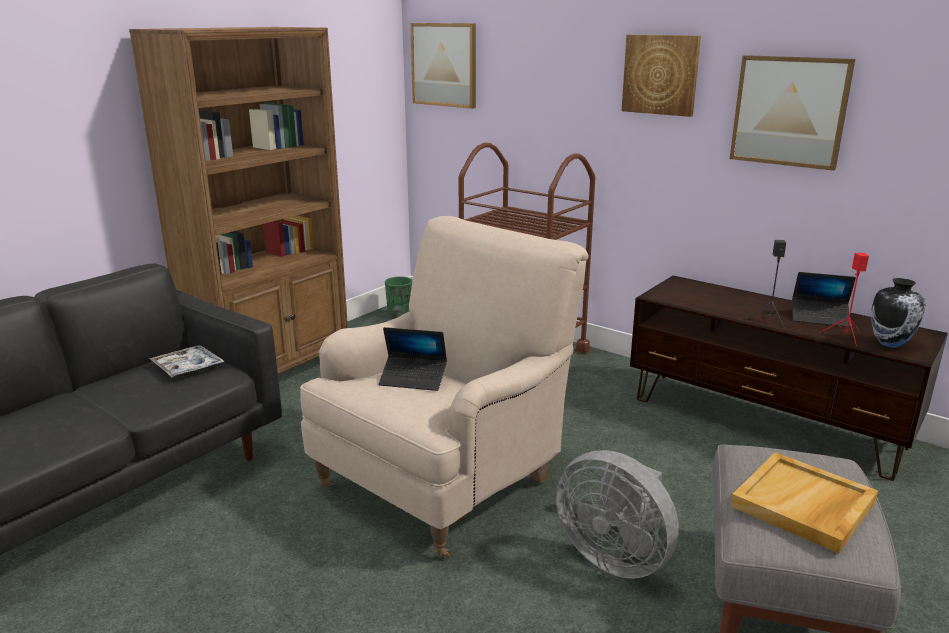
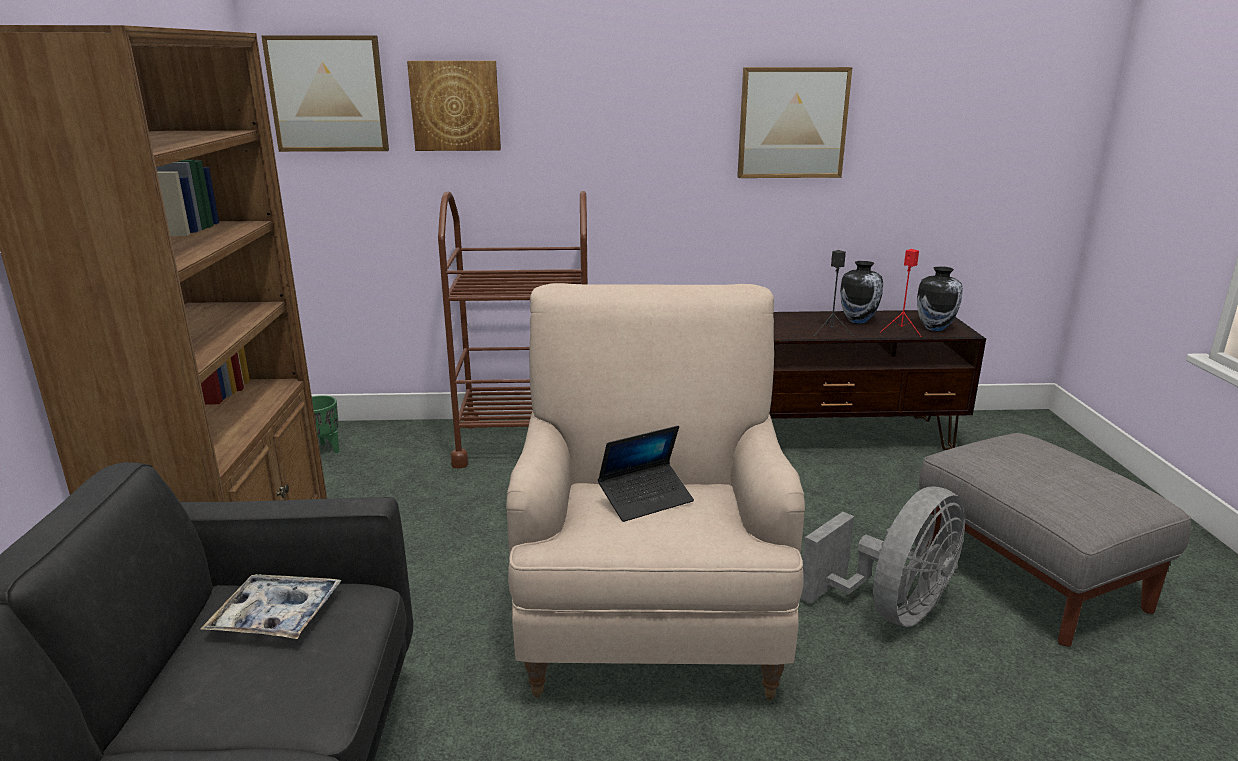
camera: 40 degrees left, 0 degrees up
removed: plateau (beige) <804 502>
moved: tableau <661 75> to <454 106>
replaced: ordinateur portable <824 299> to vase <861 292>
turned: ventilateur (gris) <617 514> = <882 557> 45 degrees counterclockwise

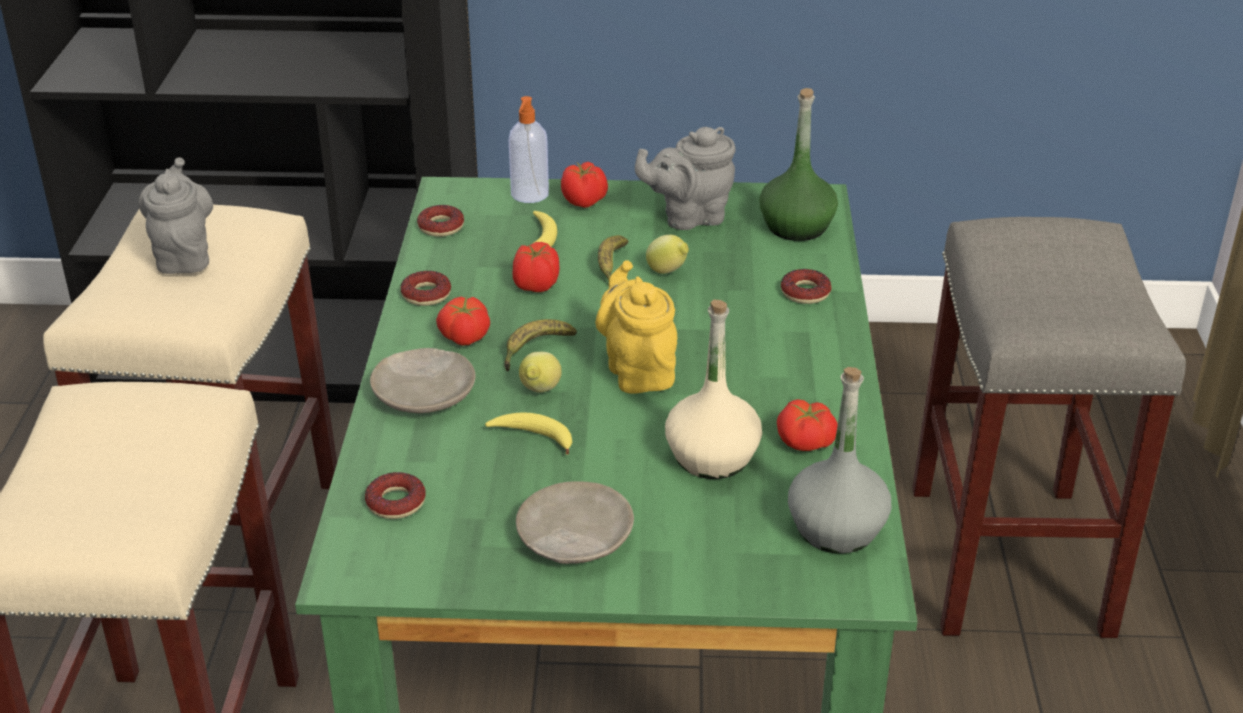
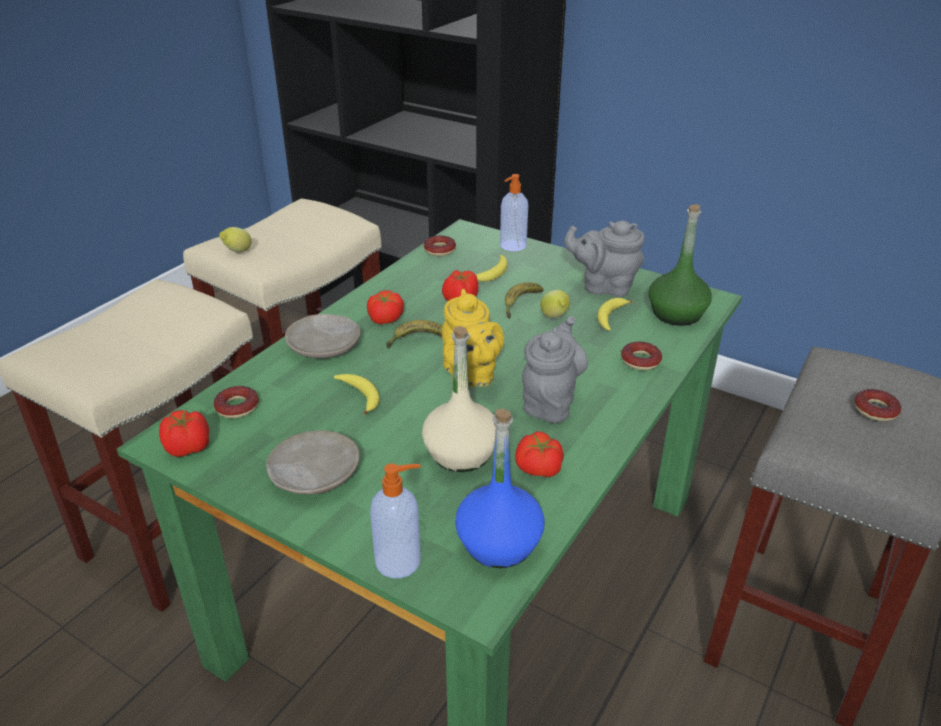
camera: 30 degrees right, 0 degrees up
added: distributeur de savon <395 521>; banane <615 314>
moved: tomate <584 185> to <184 433>; citron <540 372> to <235 239>; théière (gris) <175 215> to <555 369>; beignet <426 288> to <877 405>
recoloured: bouteille (gris) <839 460> to bouteille (bleu) <500 488>
turned: théière (jaune) <636 327> = <473 338> 150 degrees clockwise

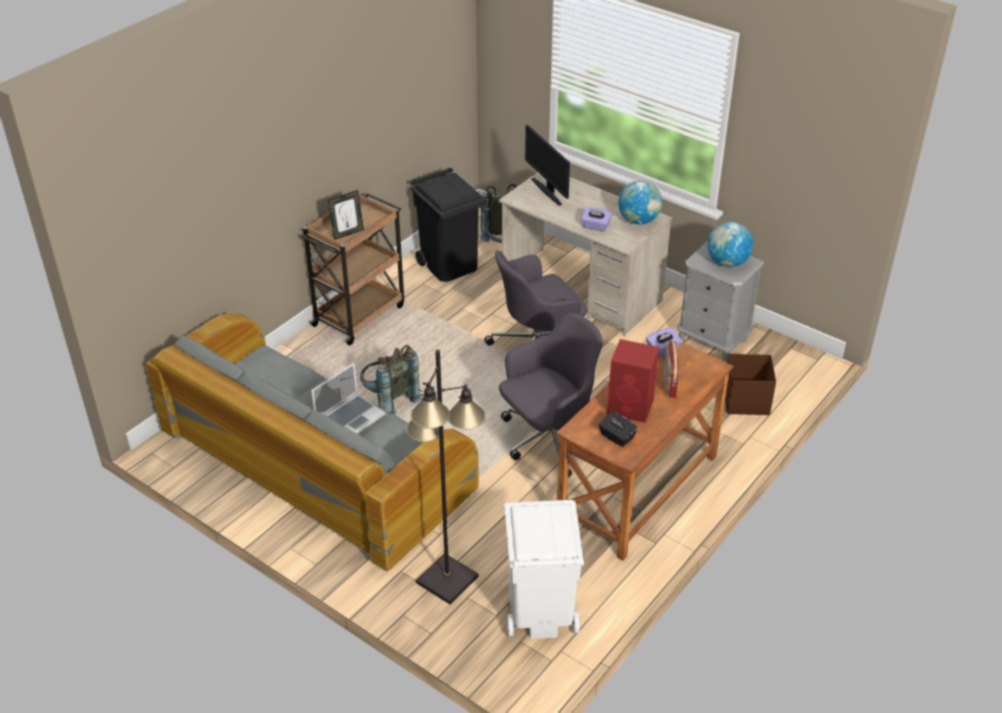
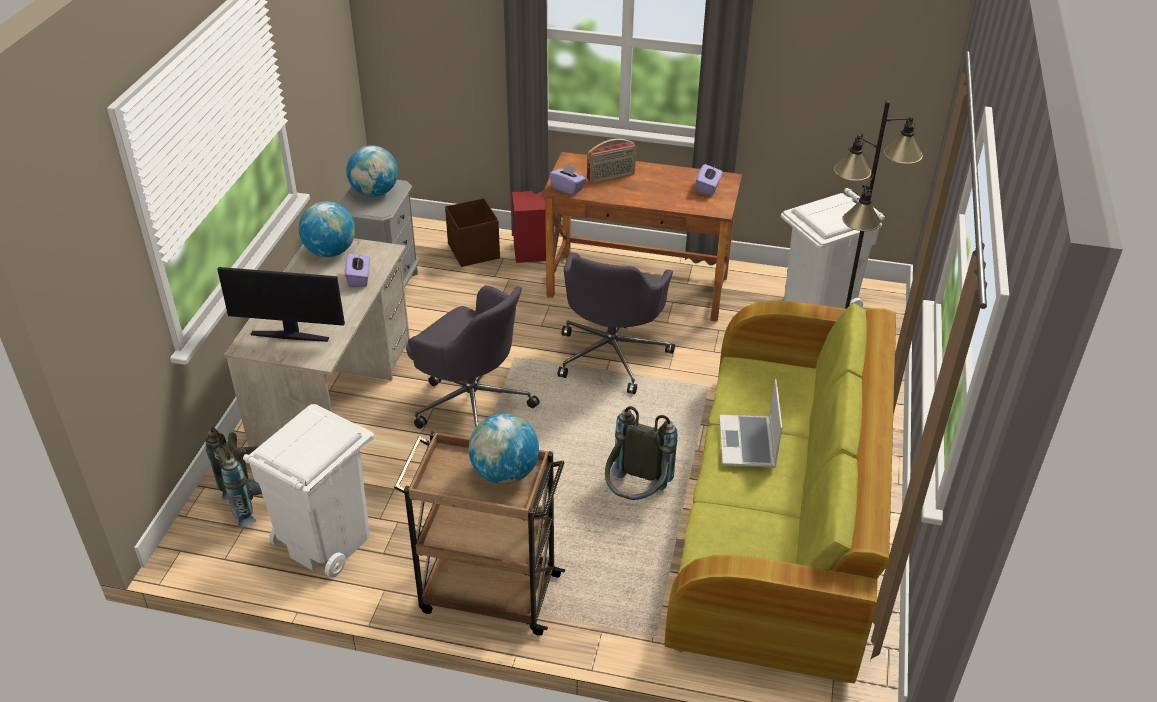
camera: 115 degrees left, 0 degrees up
moved: enceinte (rouge) <633 381> to <529 227>
replaced: cadre photo <346 215> to globe <504 449>
recoloured: poubelle (noir) <449 225> to poubelle (blanc) <308 491>; canapé (gris) <312 442> to canapé (vert) <780 491>; boîte à mouchoirs (noir) <617 429> to boîte à mouchoirs (violet) <709 180>
turned: écran d'ordinateur <547 165> = <281 304> 60 degrees clockwise; chaise de bureau (gris) <551 395> = <616 323> 105 degrees counterclockwise; ordinateur portable <348 398> = <750 423> 105 degrees counterclockwise

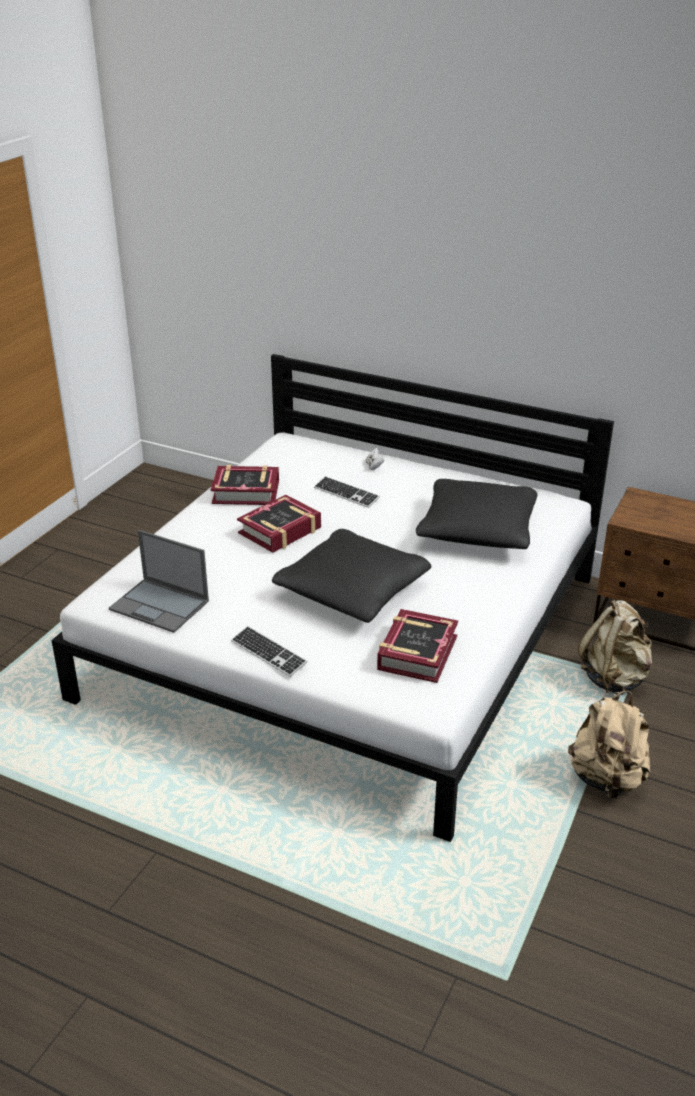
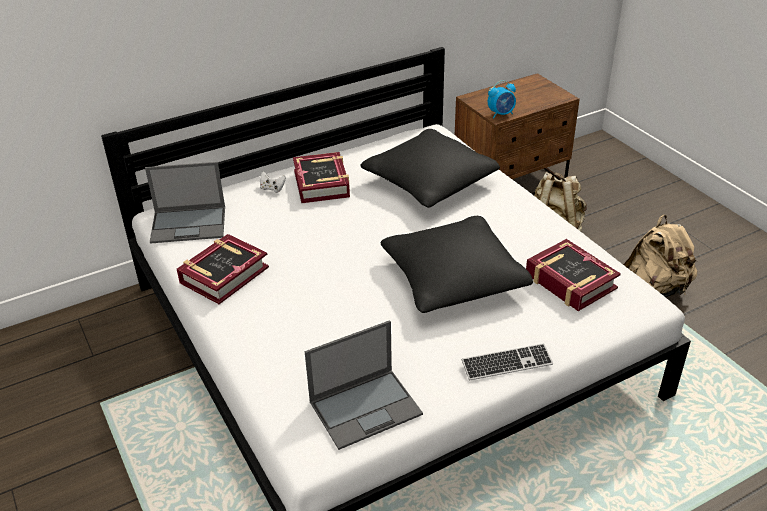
camera: 55 degrees left, 5 degrees up
removed: clavier <347 492>
added: ordinateur portable <185 203>; réveil <502 99>
moved: livre <279 524> to <321 178>

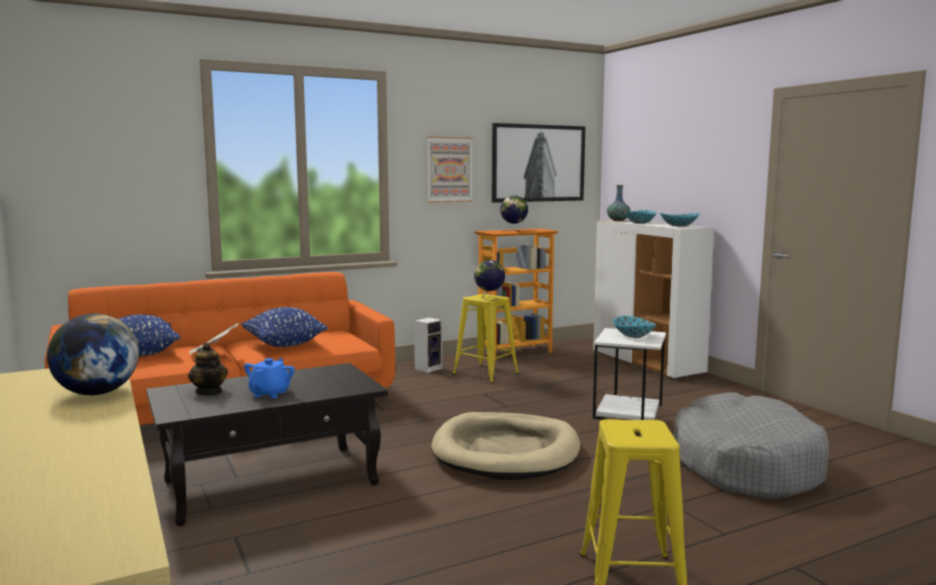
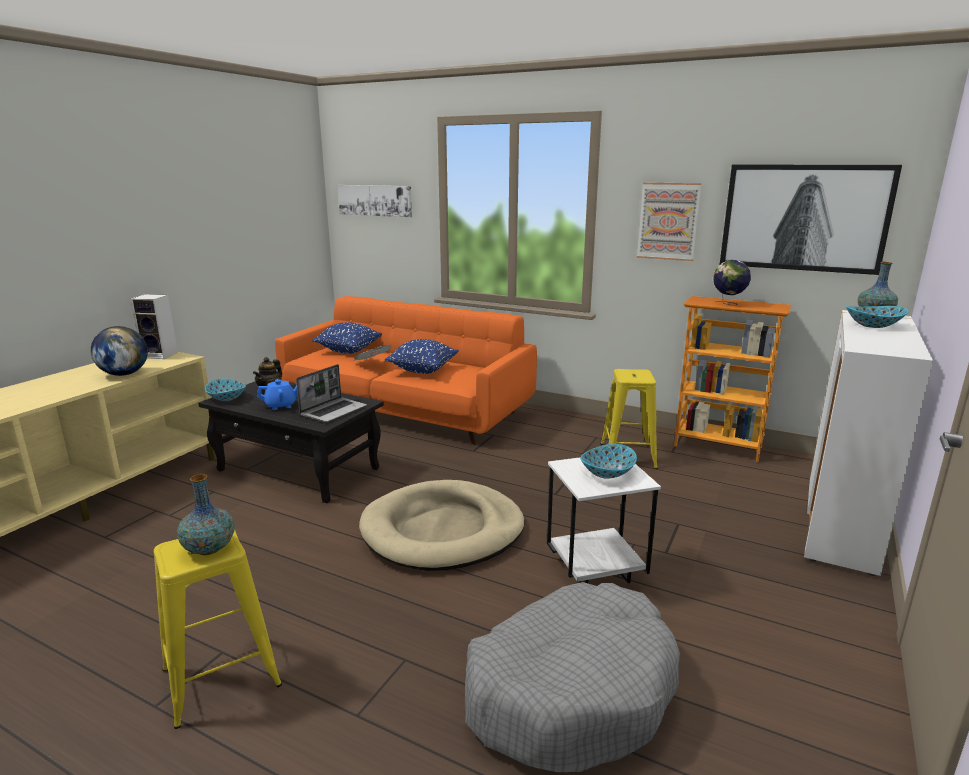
camera: 55 degrees right, 10 degrees up
removed: globe <489 280>
added: vase <206 514>; ordinateur portable <331 393>; tableau <375 201>
moved: enceinte <428 345> to <154 326>; bol <680 219> to <225 390>

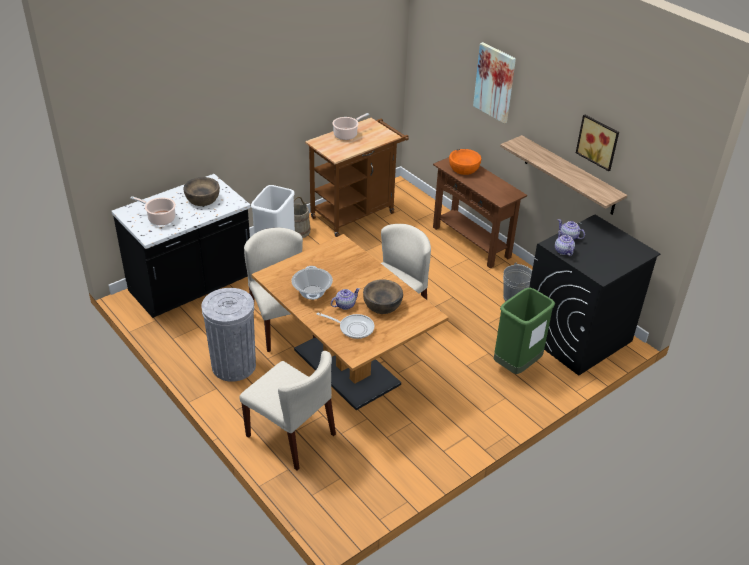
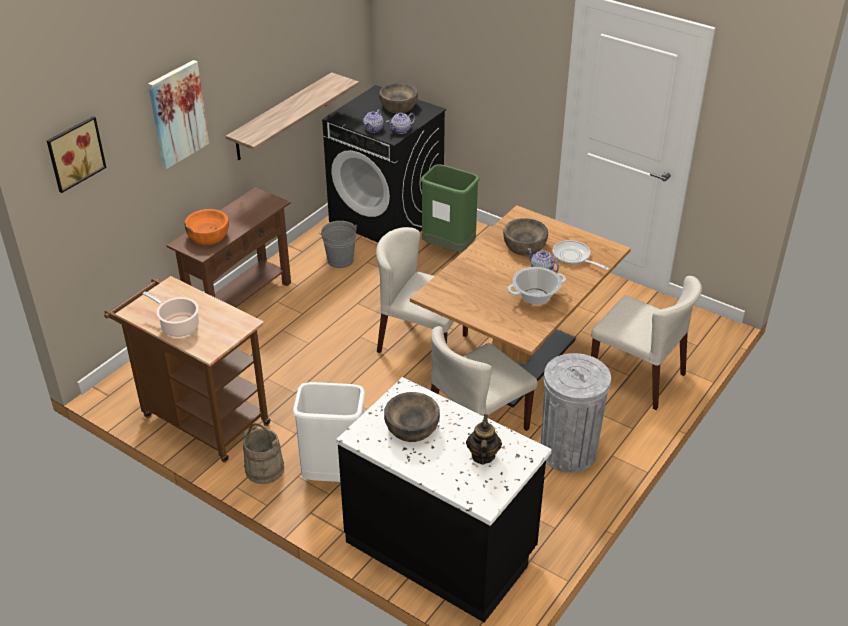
camera: 105 degrees left, 0 degrees up
added: bol (marron) <398 98>
moved: tableau <597 143> to <76 154>
replaced: marmite <153 210> to théière <484 439>
turned: poêle <345 326> = <581 255> 45 degrees counterclockwise; chaise (beige) <287 410> = <646 343> 105 degrees clockwise

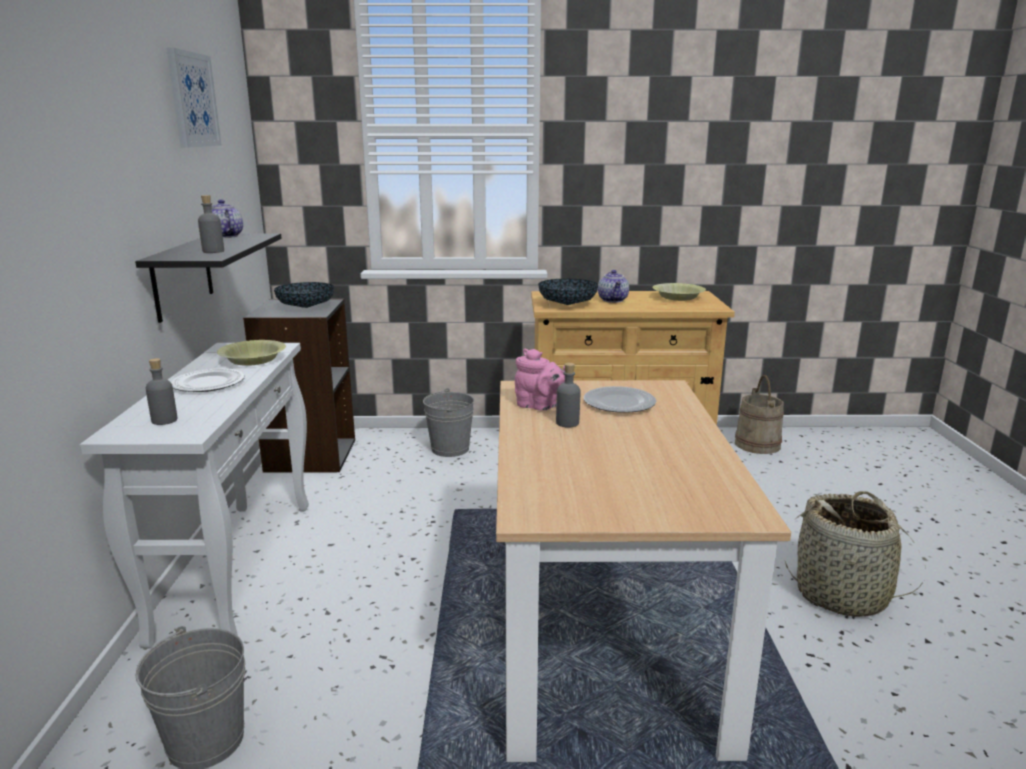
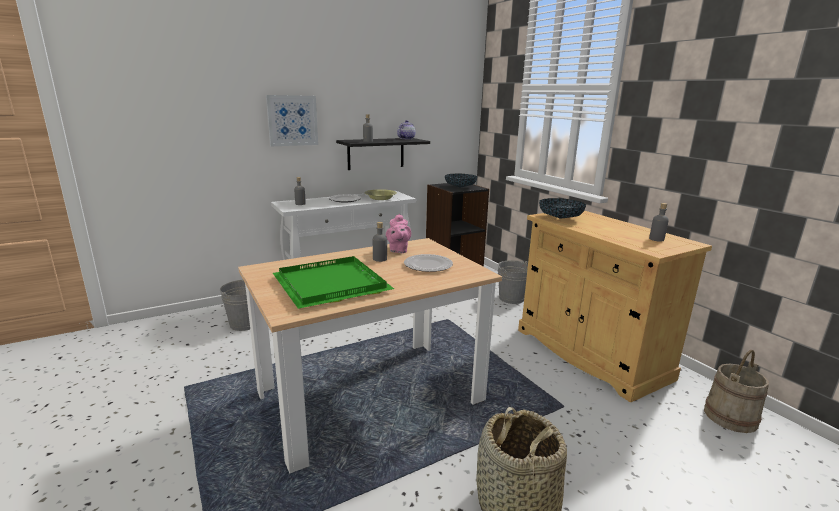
camera: 60 degrees right, 0 degrees up
removed: théière <613 286>
added: plateau (vert) <333 282>
moved: tableau <193 98> to <292 120>
replaced: bol (jaune) <679 292> to bouteille (gris) <659 222>

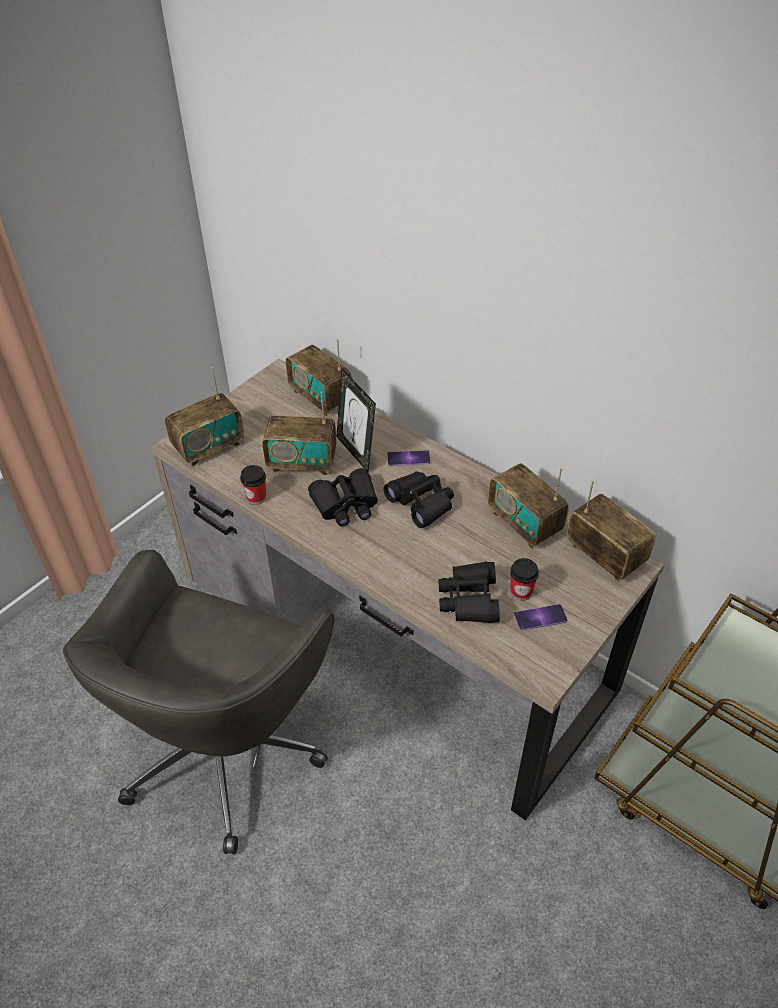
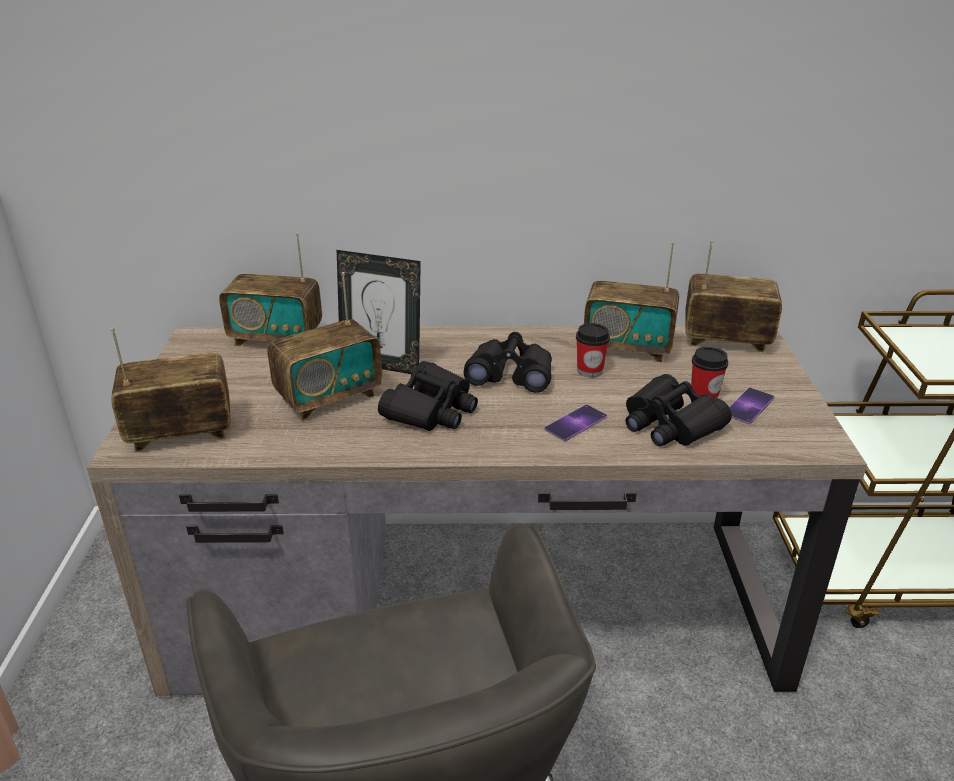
camera: 40 degrees left, 15 degrees down
moved: téléphone <409 458> to <575 422>; tasse <253 485> to <593 350>
turned: radio <204 417> = <171 389> 120 degrees counterclockwise

